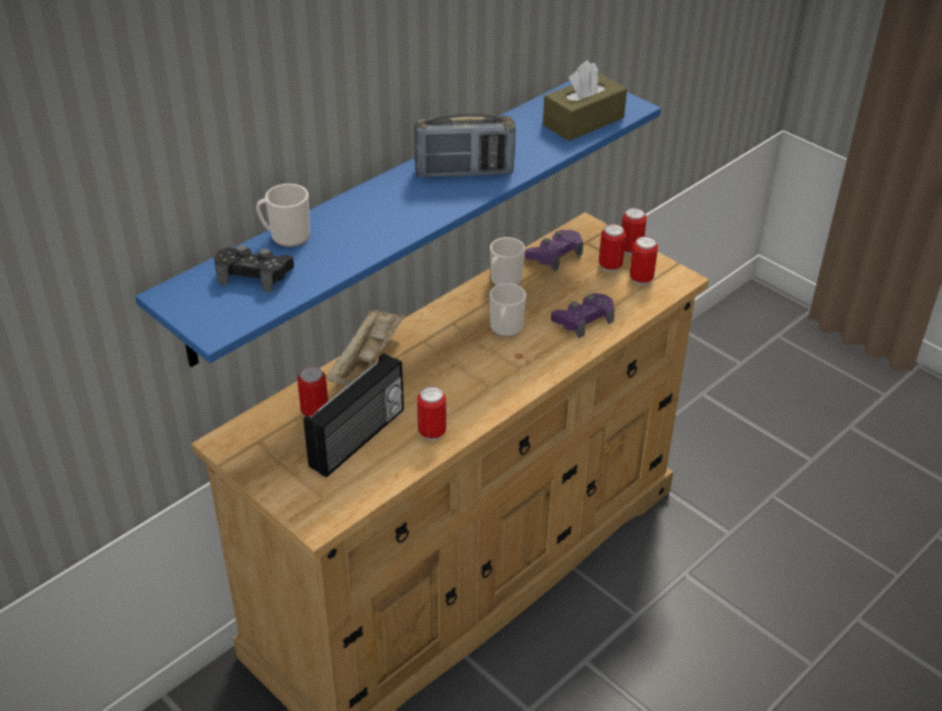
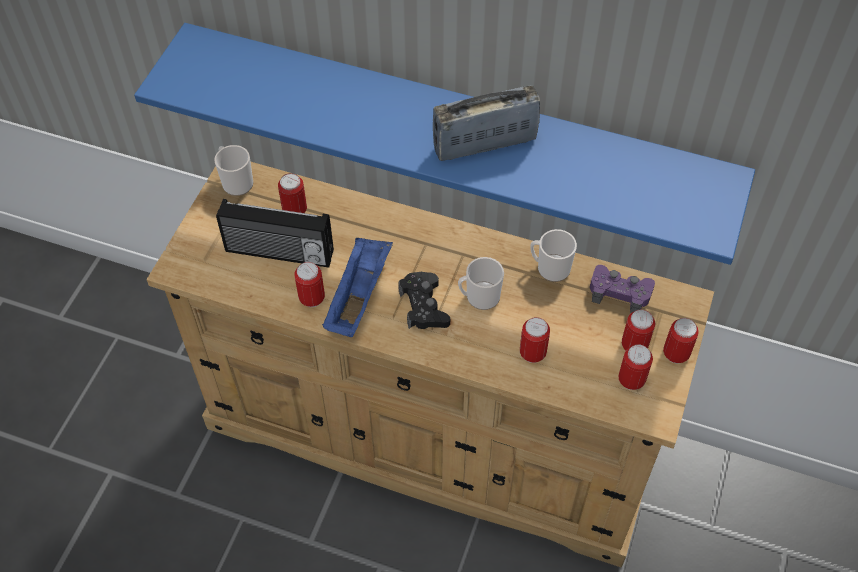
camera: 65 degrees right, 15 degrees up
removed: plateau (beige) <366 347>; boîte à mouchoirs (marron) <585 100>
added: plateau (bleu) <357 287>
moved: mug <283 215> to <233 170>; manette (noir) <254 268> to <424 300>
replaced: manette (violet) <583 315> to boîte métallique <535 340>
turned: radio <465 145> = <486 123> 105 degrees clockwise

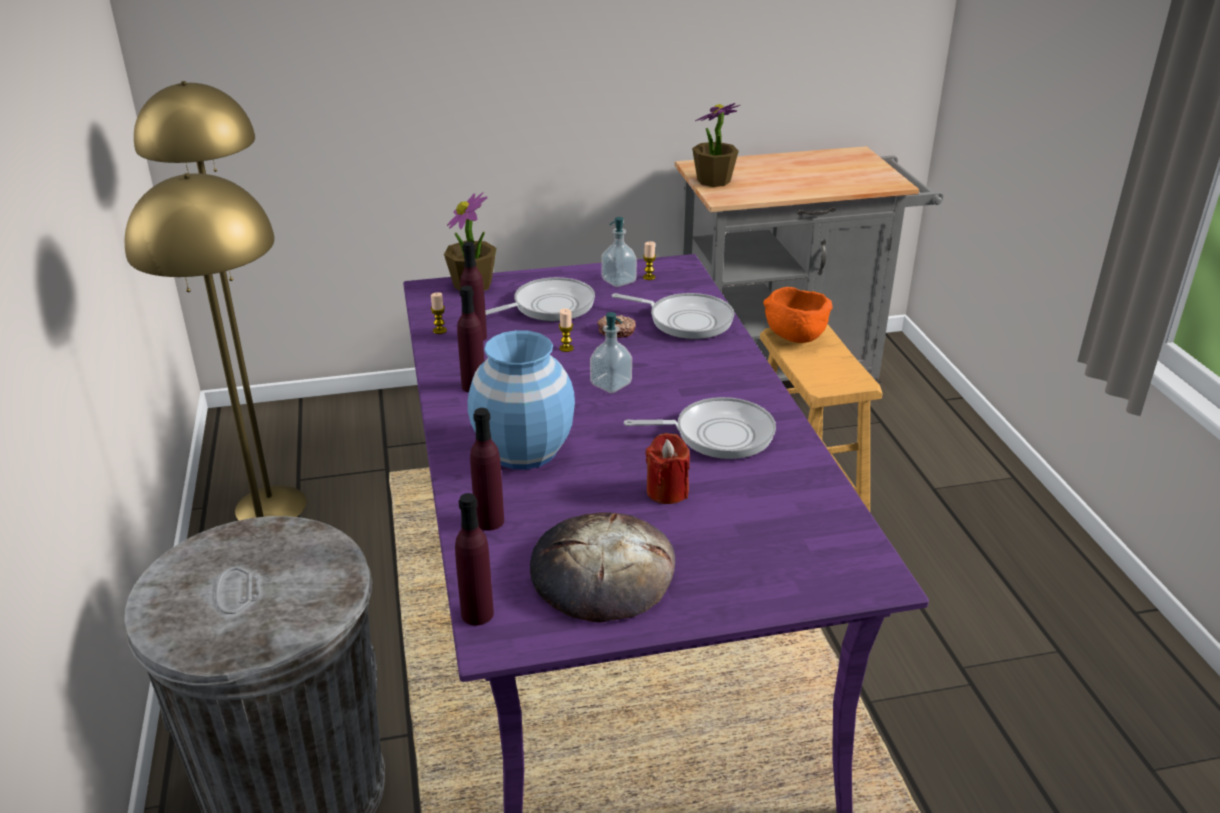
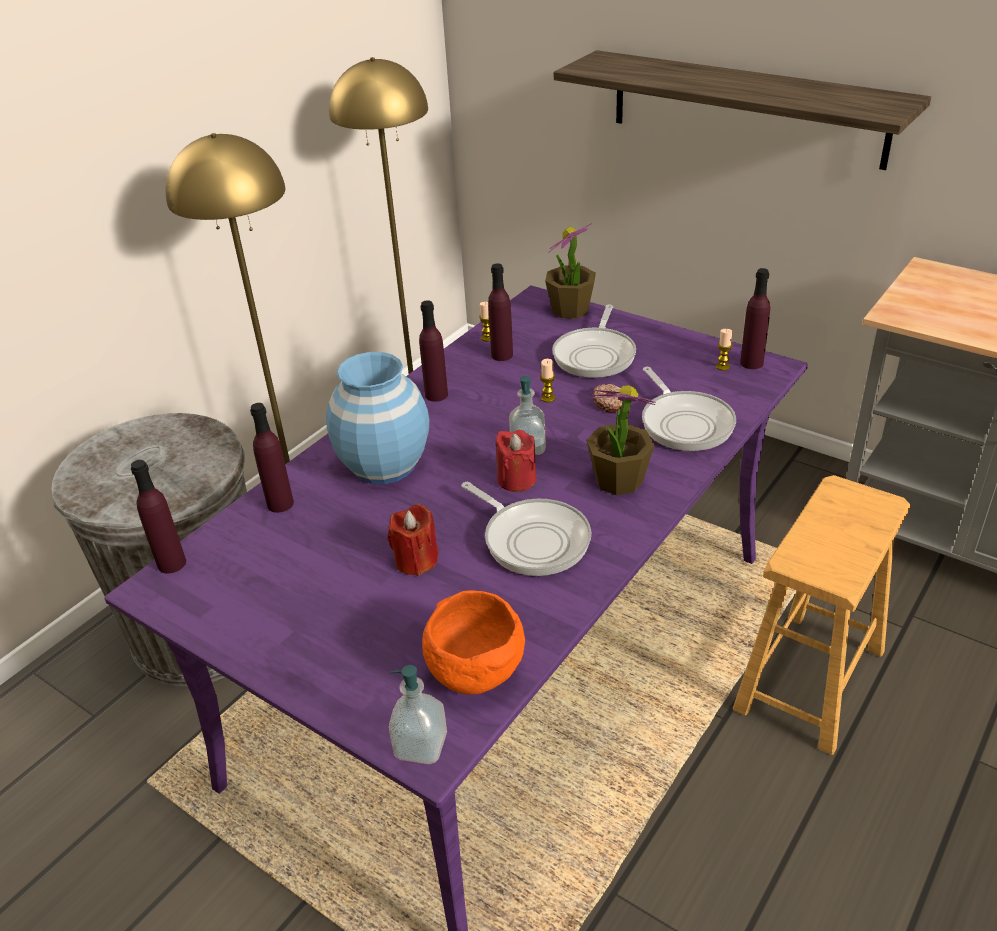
camera: 50 degrees right, 5 degrees up
removed: pain <602 567>
added: bougie (rouge) <515 461>; étagère <742 110>; bouteille (violet) <755 318>
moved: distributeur de savon <619 252> to <418 714>; bol (orange) <798 315> to <473 642>; plante en pot <716 145> to <621 440>
turned: poêle <540 299> = <594 341> 90 degrees clockwise

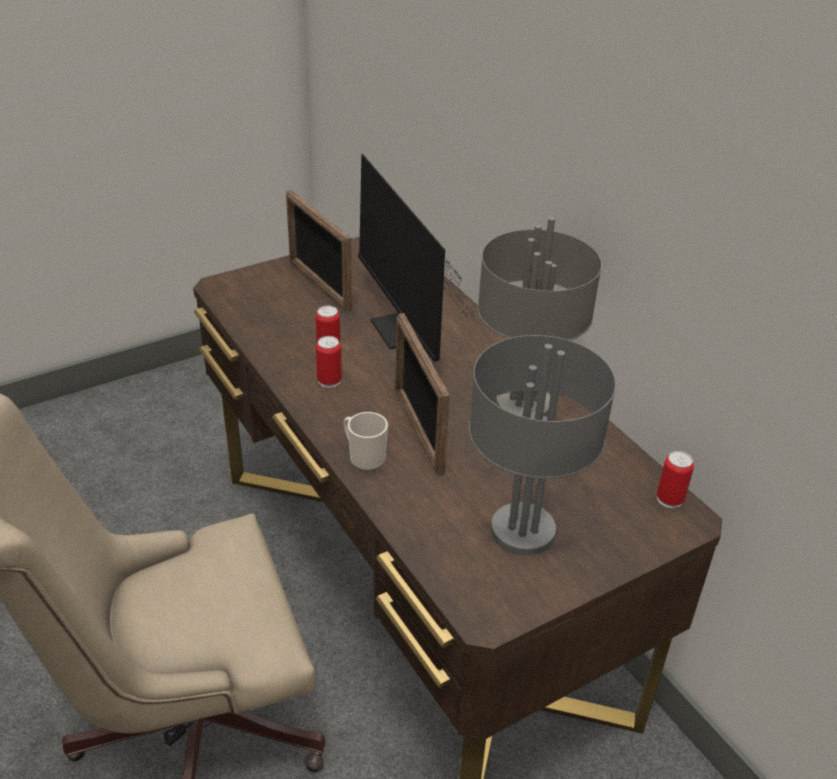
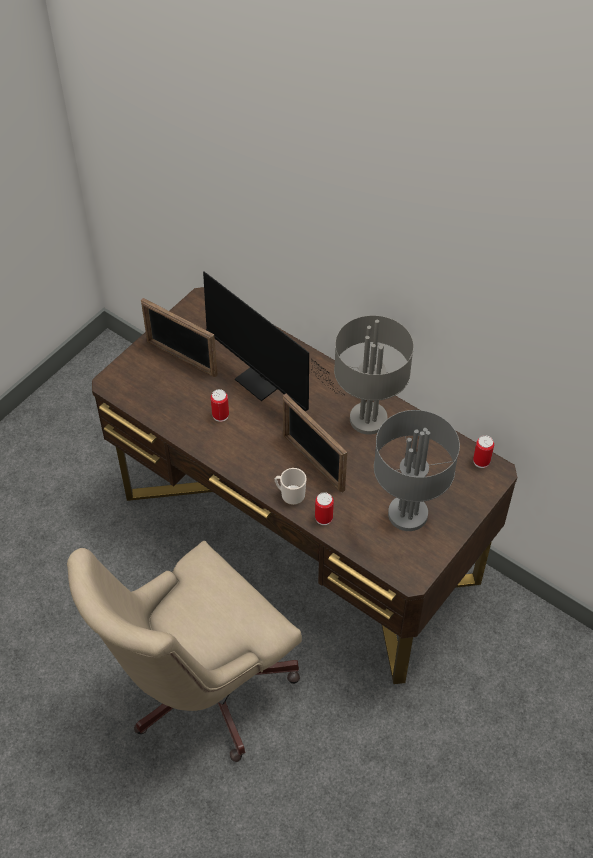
camera: 20 degrees left, 15 degrees up
moved: boîte métallique <329 362> to <324 508>

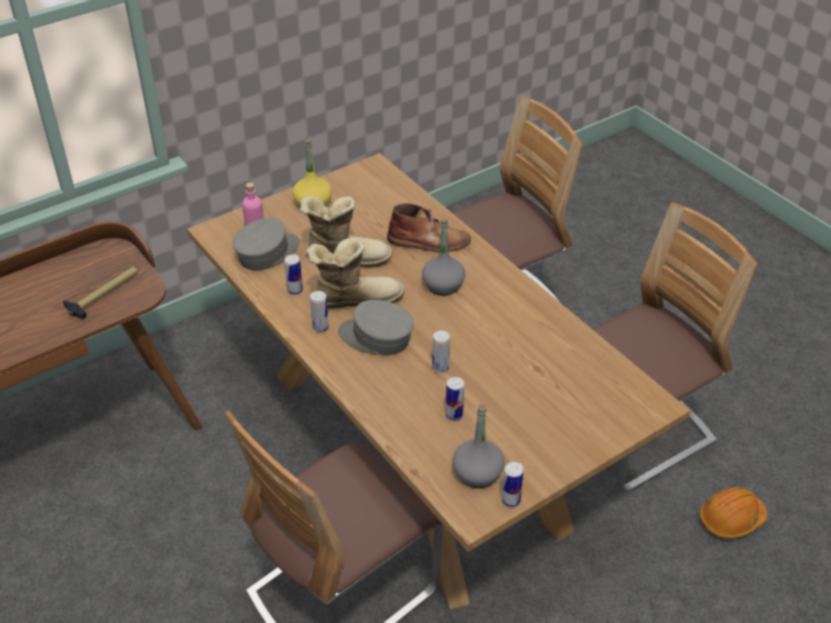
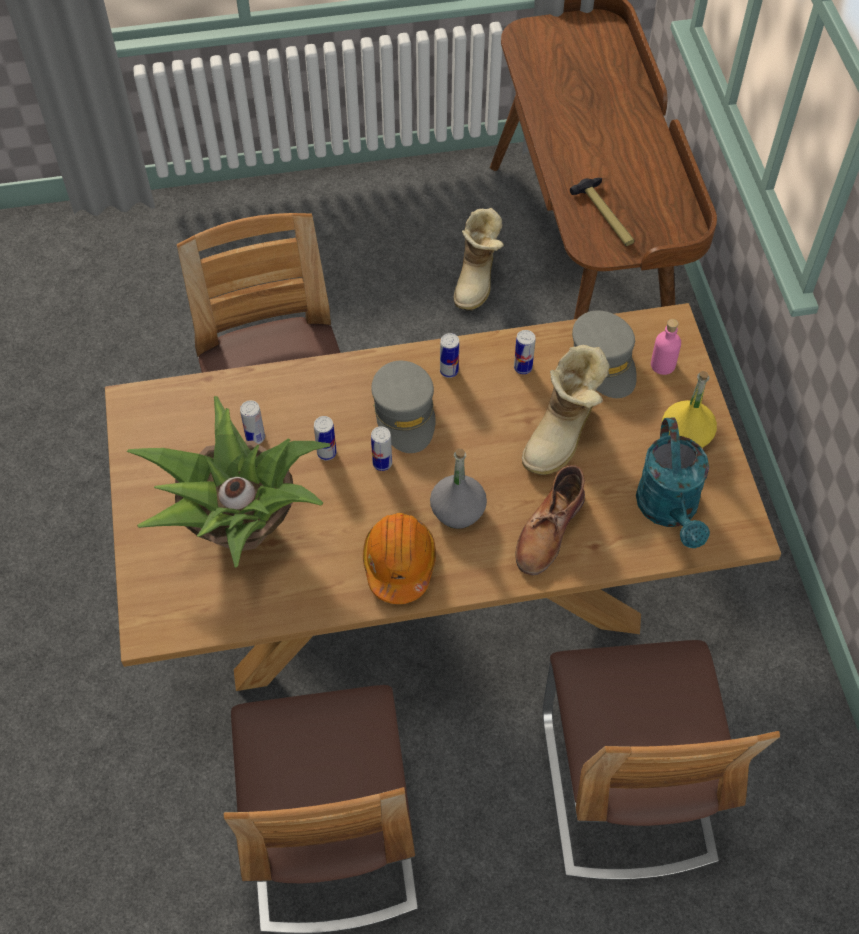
camera: 115 degrees right, 15 degrees up
removed: bouteille (gris) <479 446>
added: plante en pot <228 482>; arrosoir (turquoise) <673 482>
moved: casque de chantier (orange) <733 513> to <399 558>; boîte métallique <513 485> to <381 448>; botte <355 273> to <478 259>
turned: casquette (gris) <376 327> = <403 407> 120 degrees clockwise

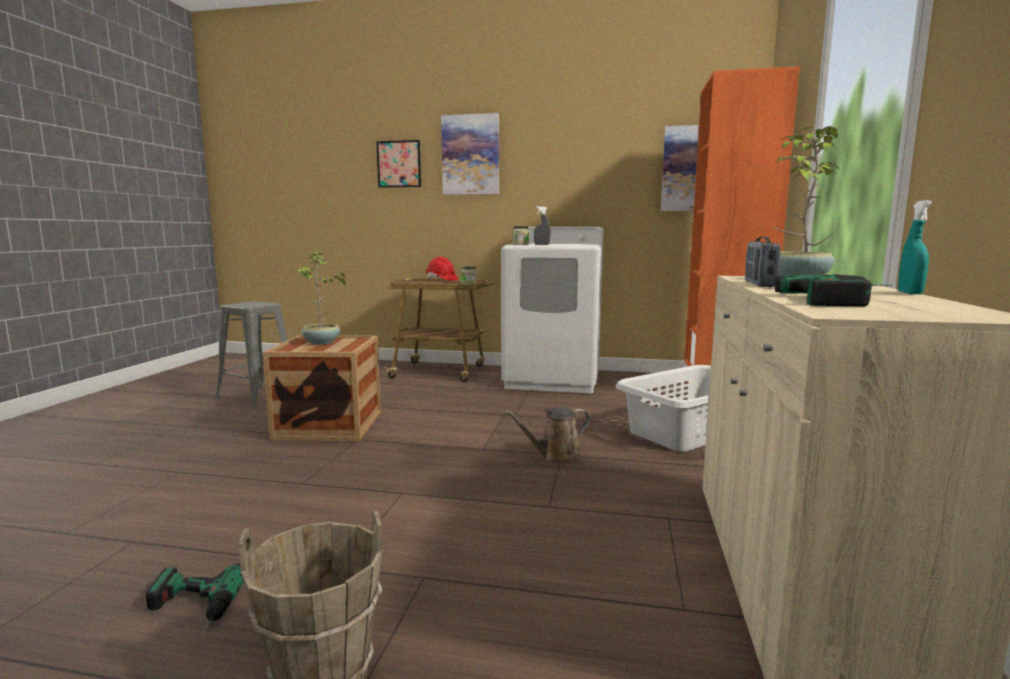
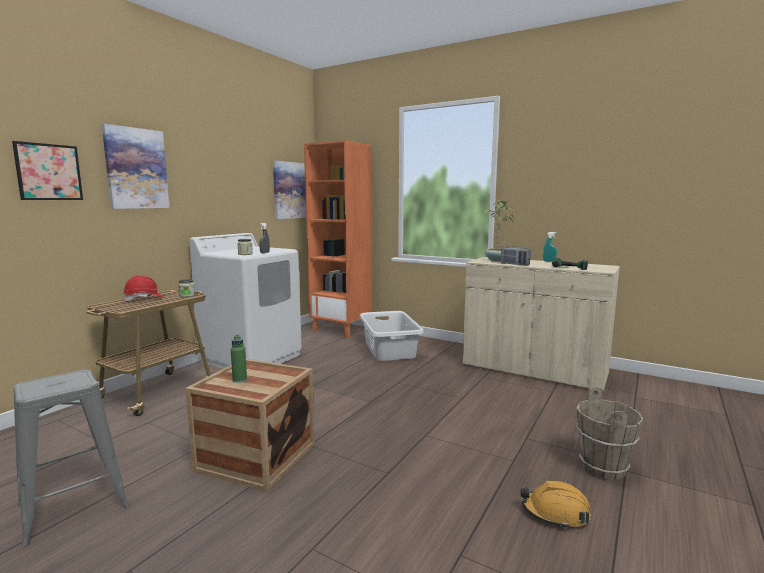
camera: 70 degrees left, 0 degrees up
removed: arrosoir (marron) <547 435>
replaced: plante en pot <321 298> to bouteille (vert) <239 359>; perceuse <195 598> to casque de chantier (orange) <555 504>

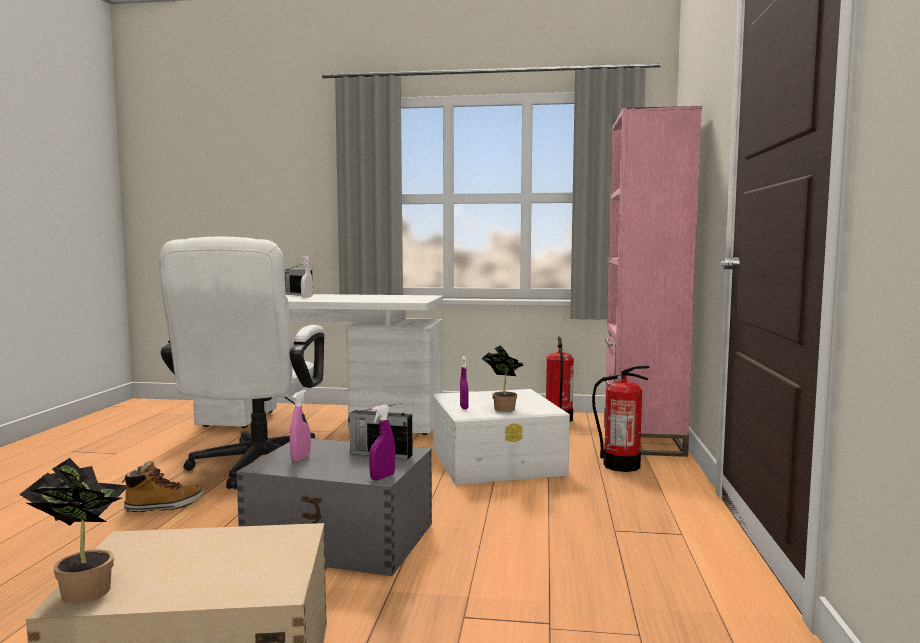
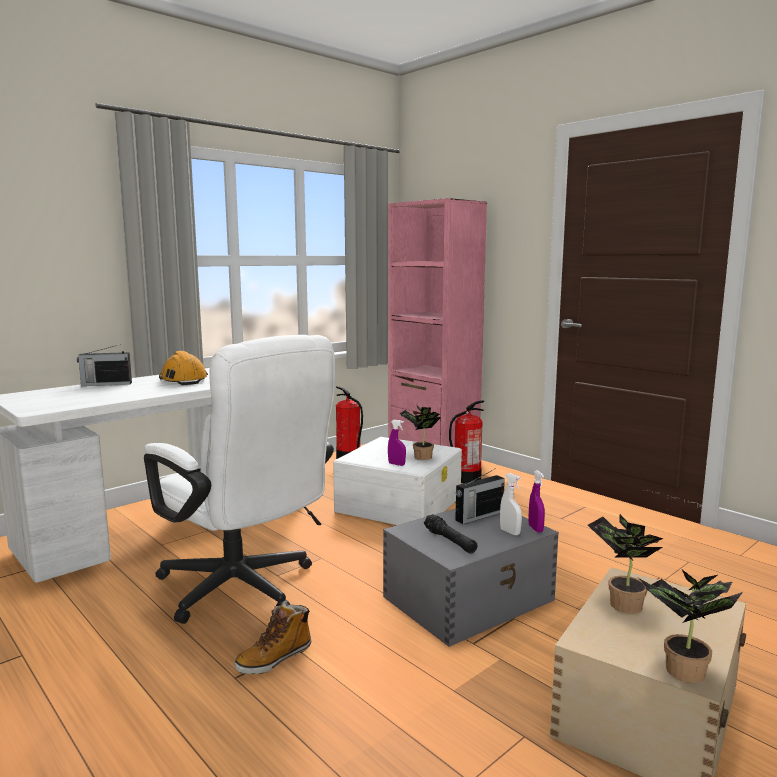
camera: 50 degrees left, 5 degrees up
added: casque de chantier (orange) <183 368>; plante en pot <626 564>
moved: vaporisateur (blanc) <307 277> to <511 504>
replaced: vaporisateur (rose) <300 426> to lampe de poche (noir) <450 534>
turned: botte <162 486> = <272 638> 150 degrees counterclockwise

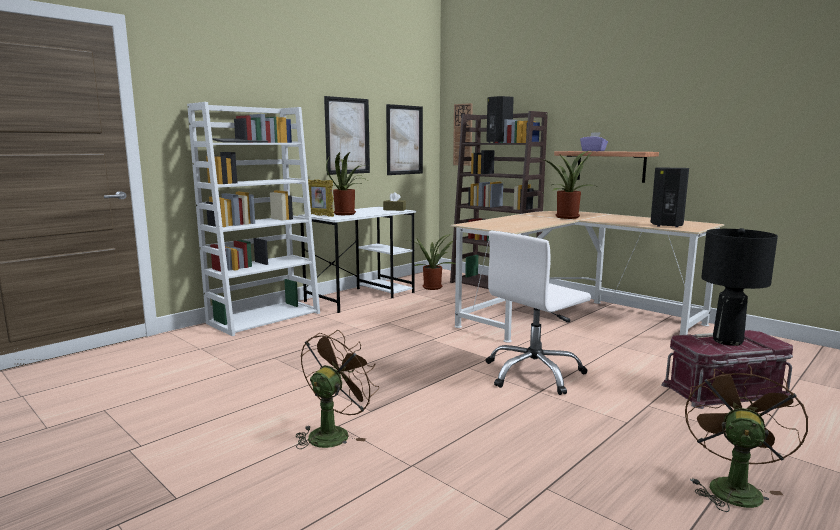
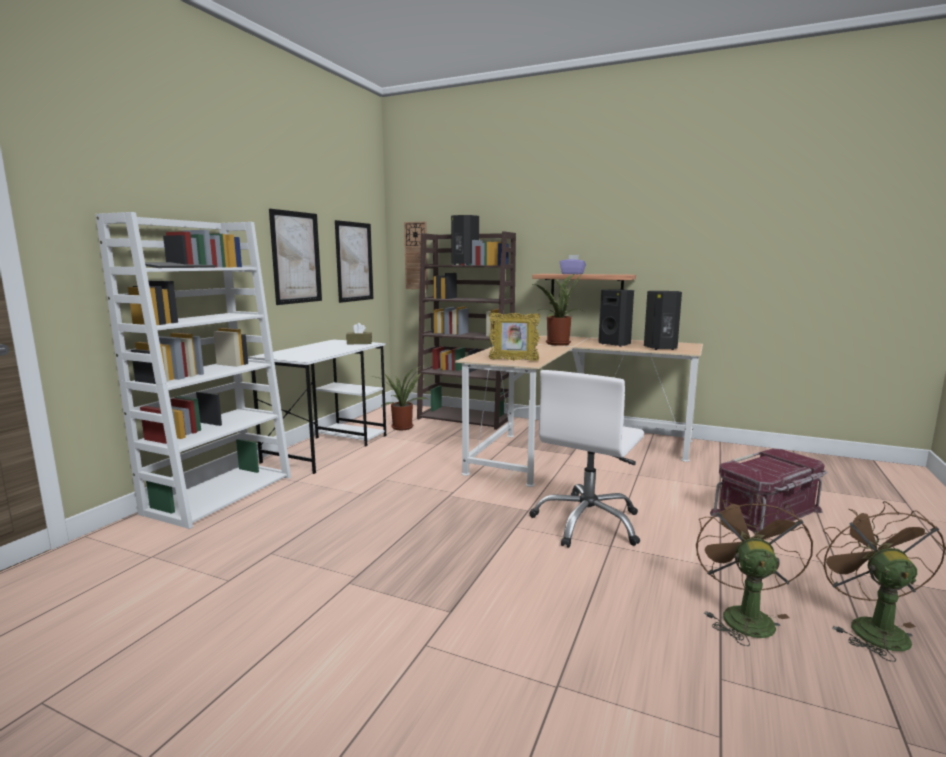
camera: 20 degrees left, 0 degrees up
removed: plante en pot <346 183>; lampe de table (noir) <739 287>
added: enceinte (noir) <616 318>
moved: cadre photo <319 198> to <514 337>; ventilateur (marron) <337 389> to <754 570>

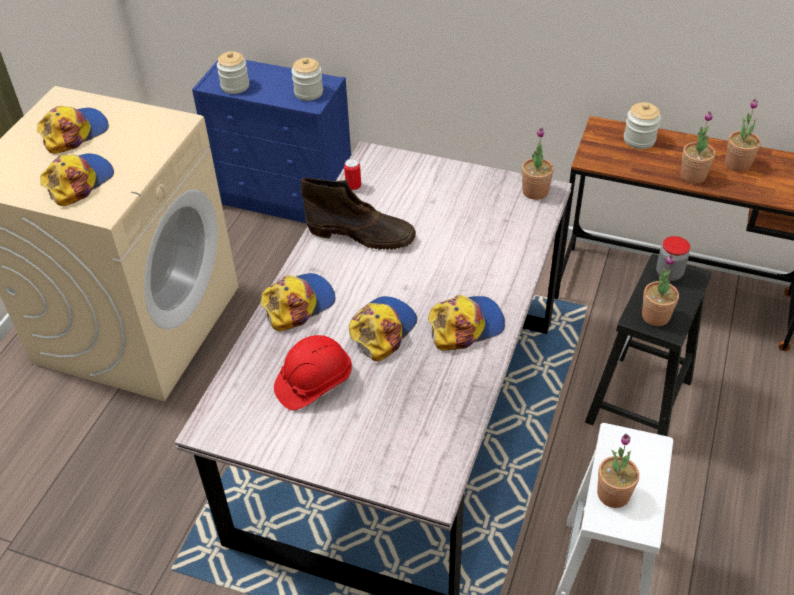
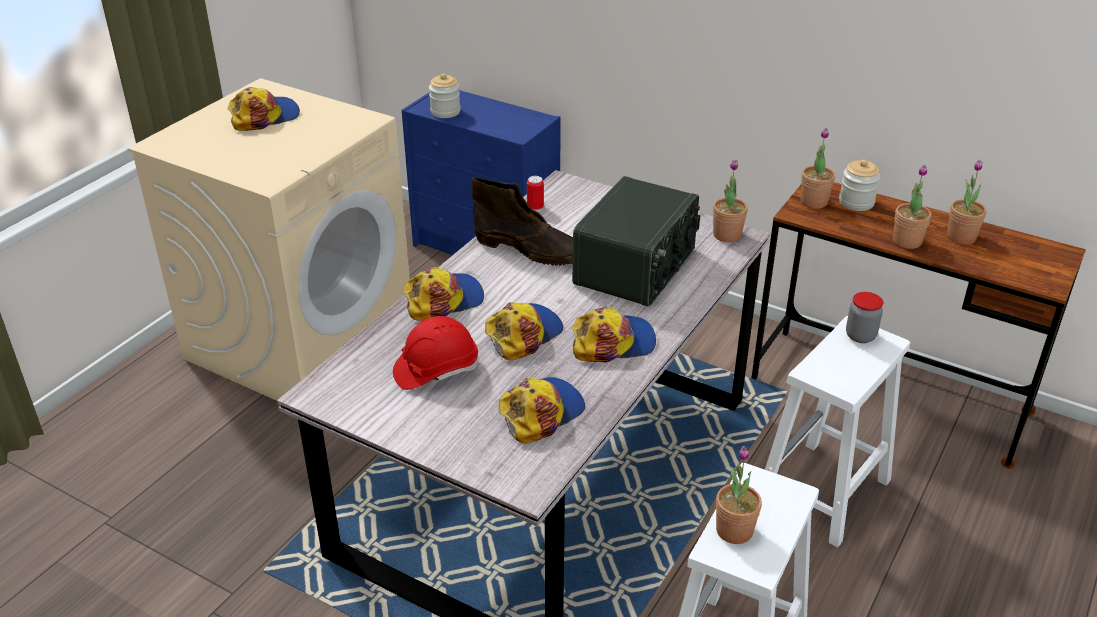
camera: 10 degrees right, 10 degrees down
removed: bocal <307 79>
added: radio <636 241>
moved: casquette <77 179> to <541 410>; plante en pot <660 290> to <818 168>
recoloured: tabouret (noir) <648 345> to tabouret (blanc) <837 432>

